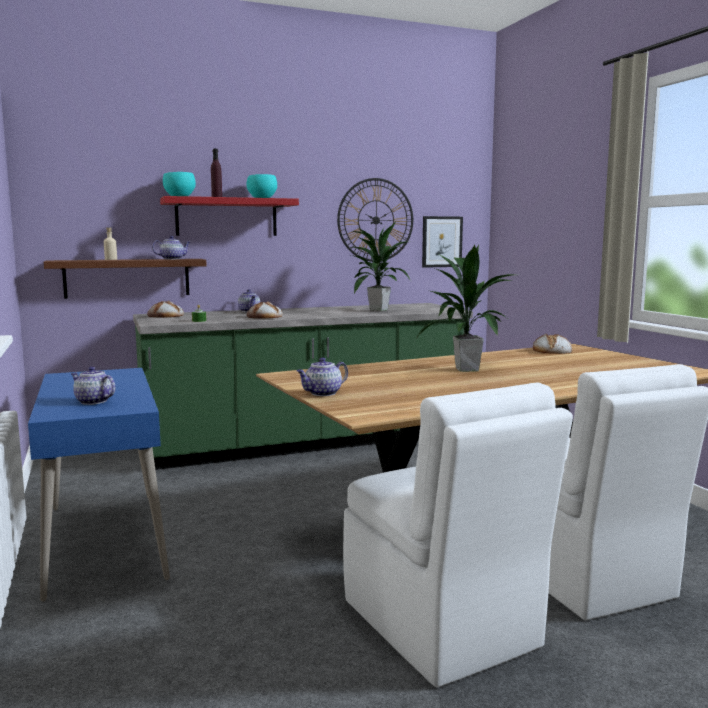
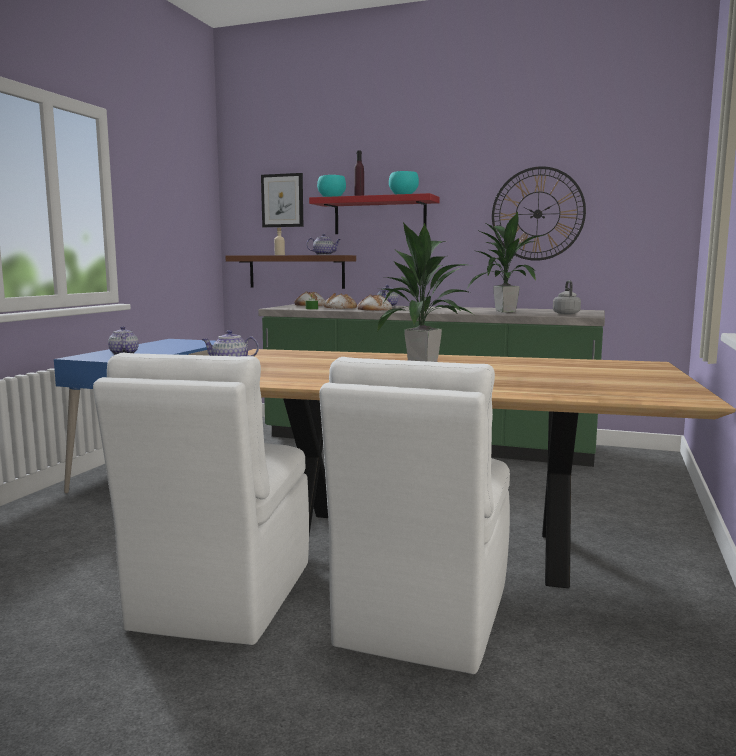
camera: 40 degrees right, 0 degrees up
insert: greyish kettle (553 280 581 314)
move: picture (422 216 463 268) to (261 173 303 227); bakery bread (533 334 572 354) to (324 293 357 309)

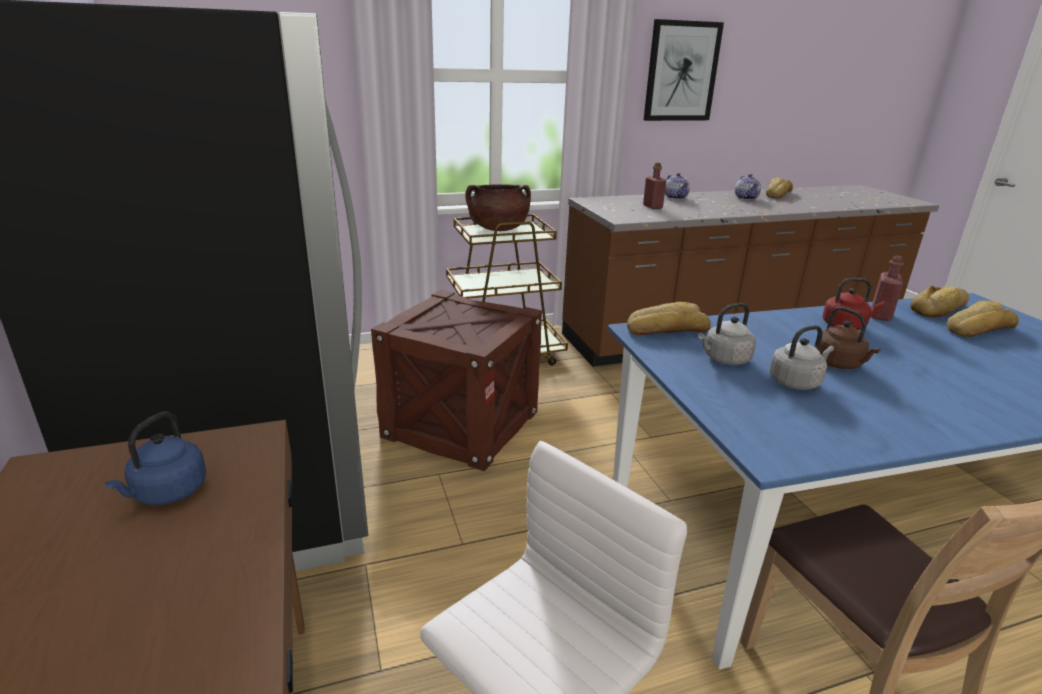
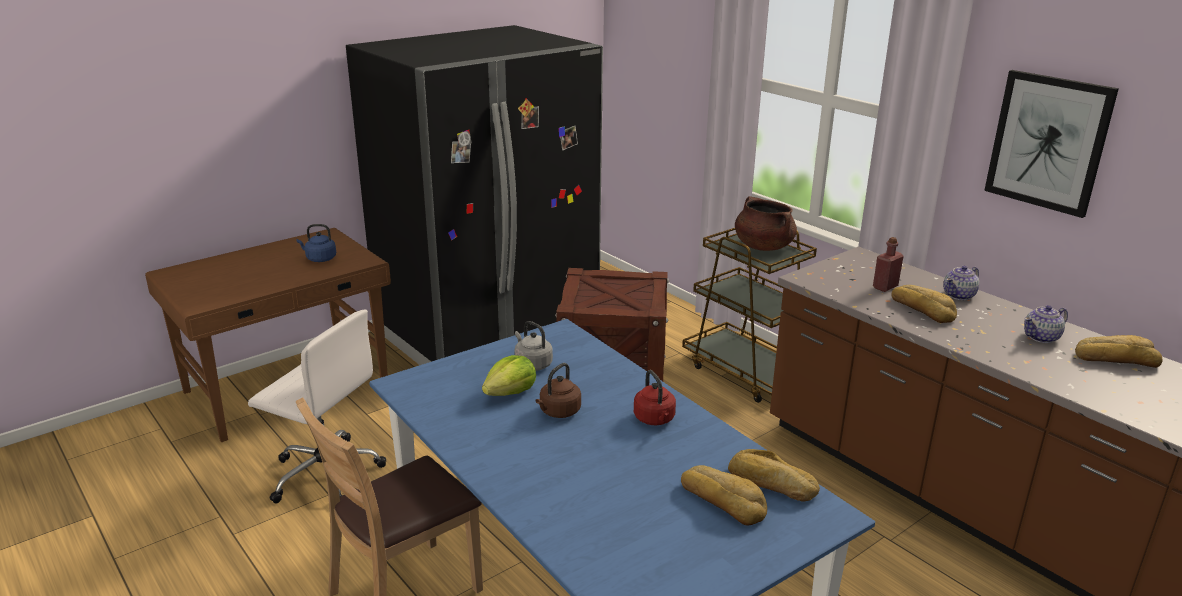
camera: 70 degrees right, 0 degrees up
delete: red-coloured drink bottle (871 255 904 321)
move: bakery bread (627 302 711 335) to (891 285 957 323)
replace: greyish kettle (769 325 834 390) to lettuce (482 355 536 396)

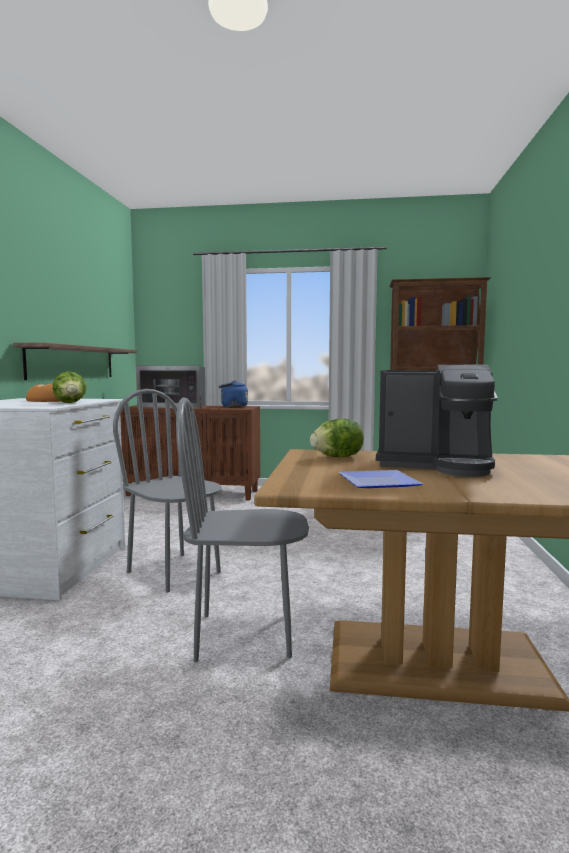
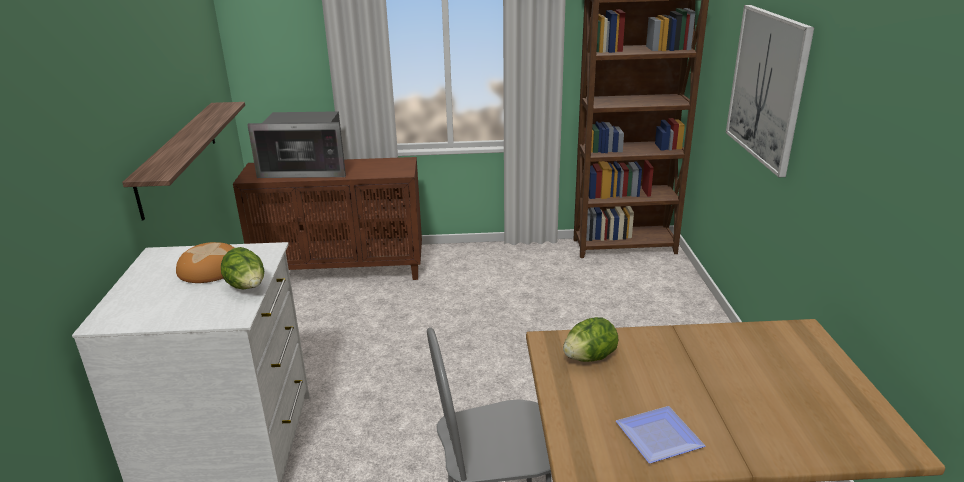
camera: 10 degrees left, 20 degrees up
delete: coffee machine (376 365 498 477); blue kettle (219 380 248 407); greyish chair (113 389 222 592)
insert: picture (726 5 814 177)

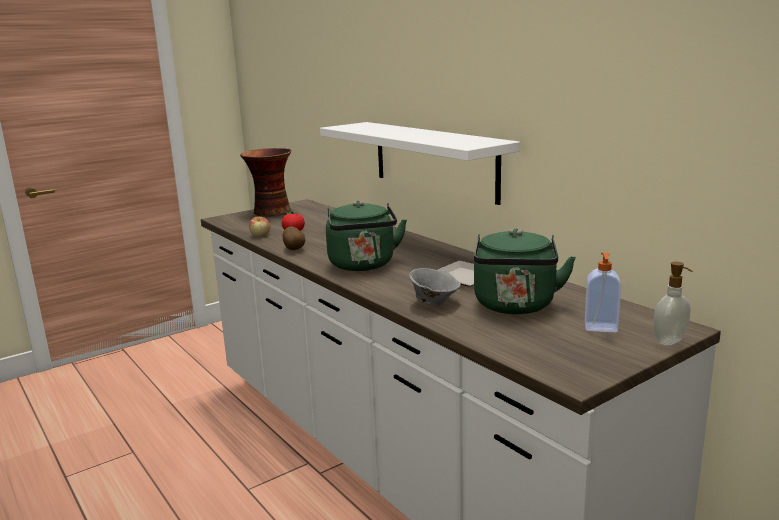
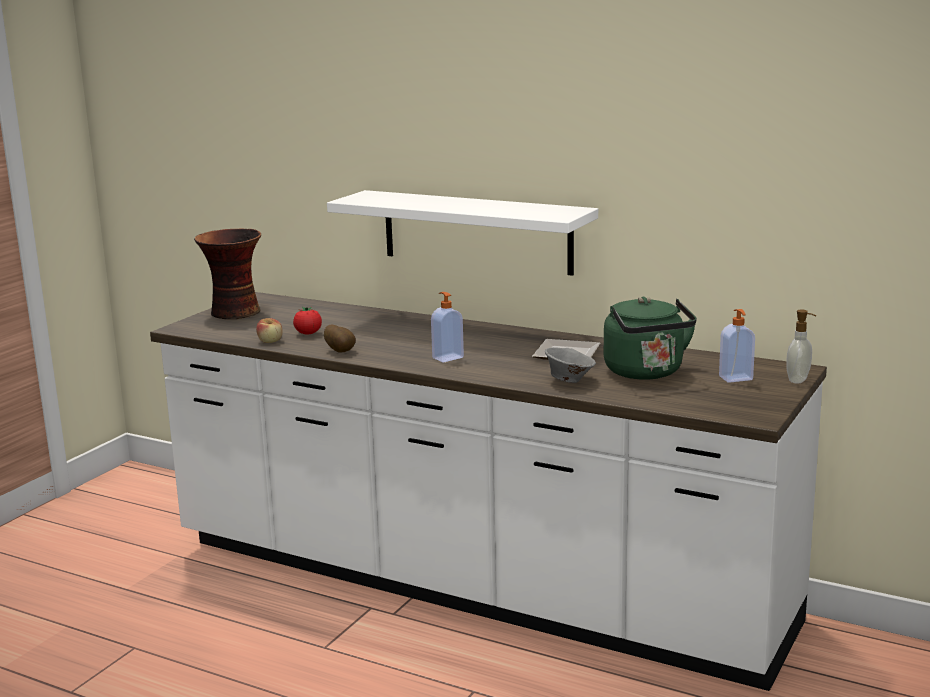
camera: 25 degrees left, 0 degrees up
replace: green kettle (326 201 407 271) to soap dispenser (431 292 464 363)

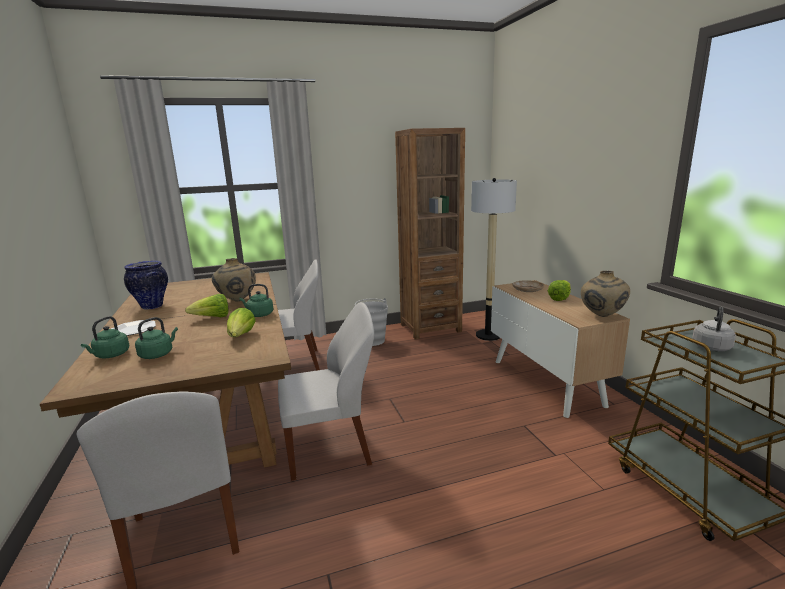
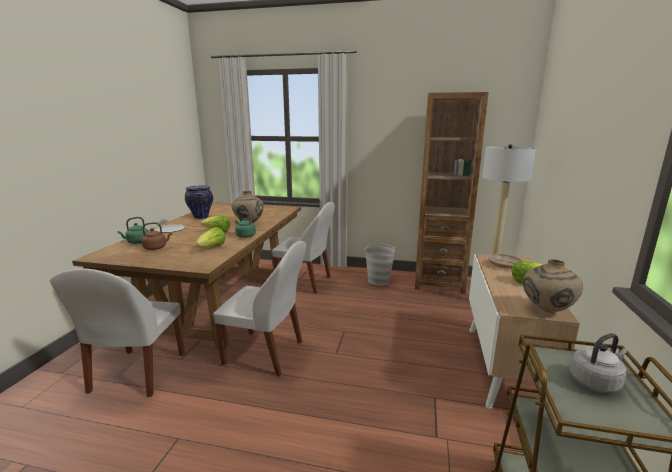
camera: 30 degrees right, 0 degrees up
recolor: green kettle (135 317 178 359) to brownish kettle (141 222 172 250)

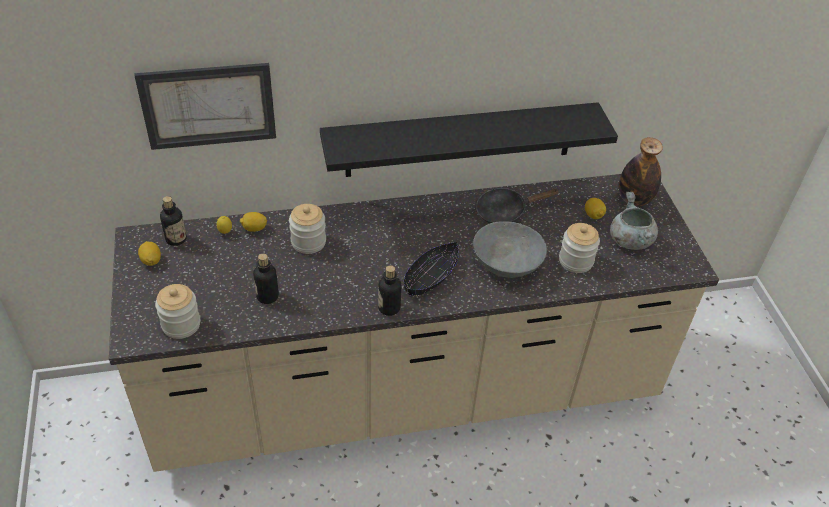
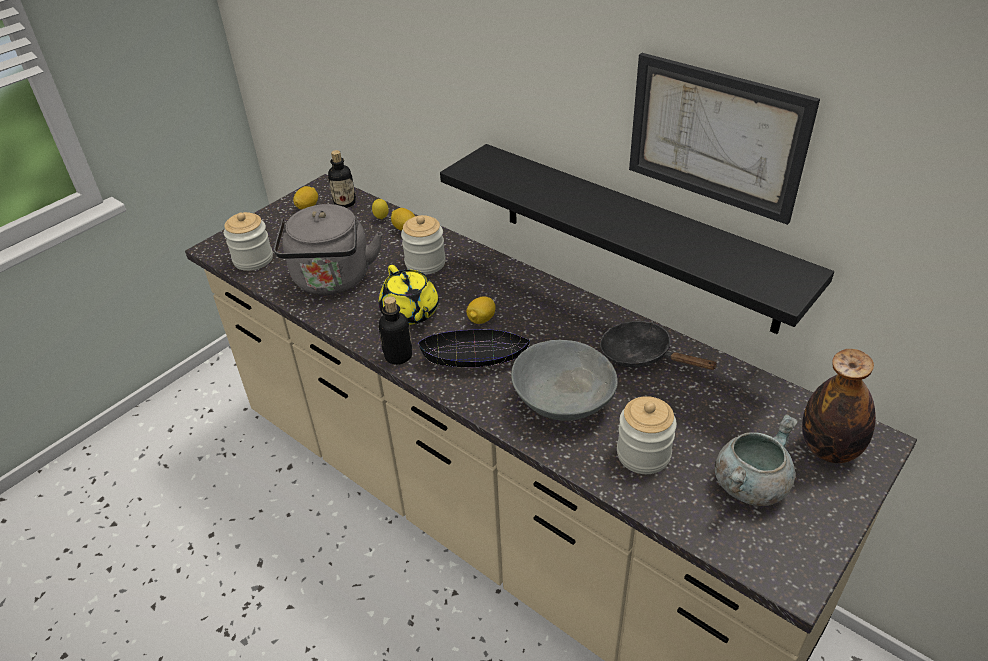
camera: 55 degrees right, 5 degrees down
insert: yellow pot for tea (379 265 439 325)
move: picture (134 63 276 150) to (629 53 820 225); citrus fruit (585 198 606 219) to (466 296 495 324)
replace: drink bottle (253 254 279 304) to greyish kettle (274 204 382 295)

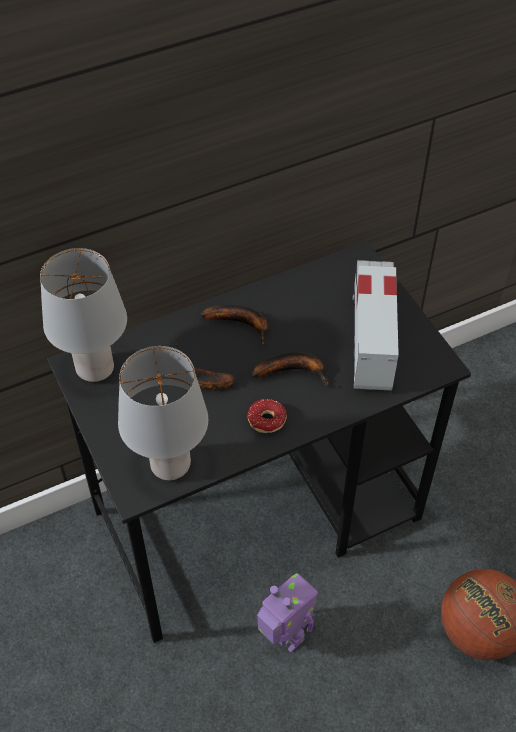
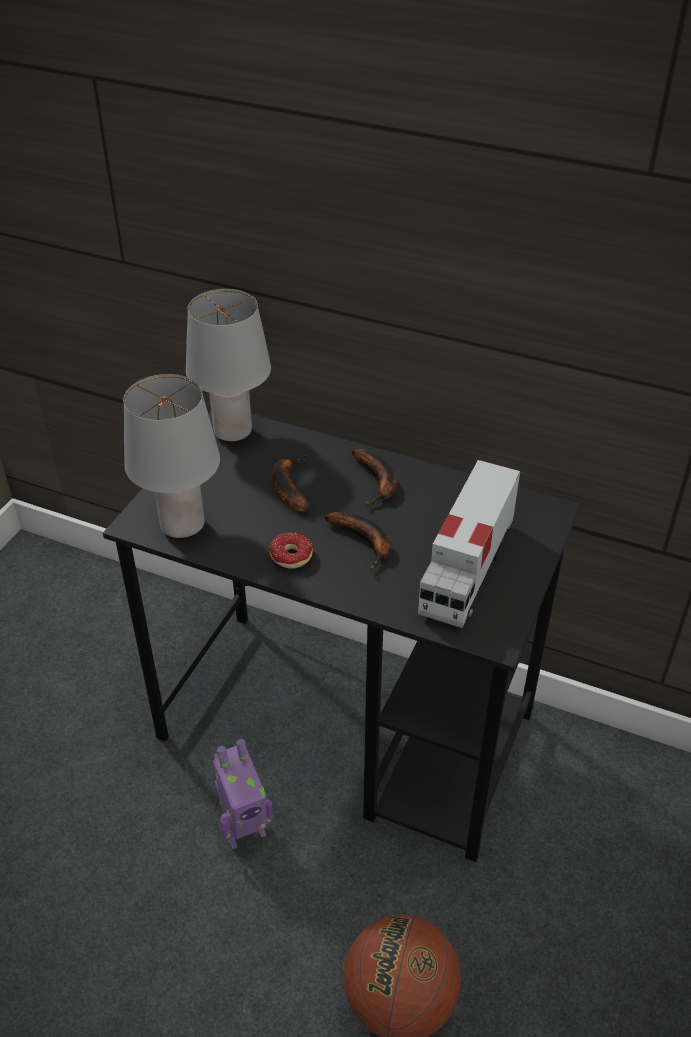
camera: 50 degrees right, 10 degrees down
rotate: toy lorry (353 260 399 391) = (418 460 520 628) 150 degrees clockwise; model robot (257 573 318 653) = (213 739 273 849) 60 degrees clockwise

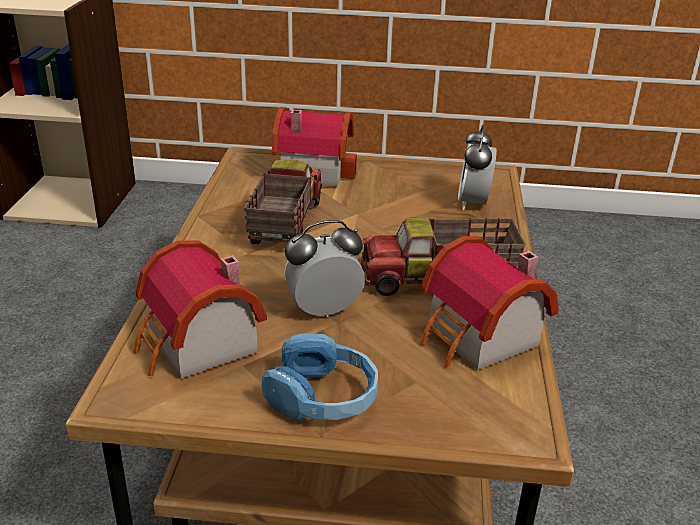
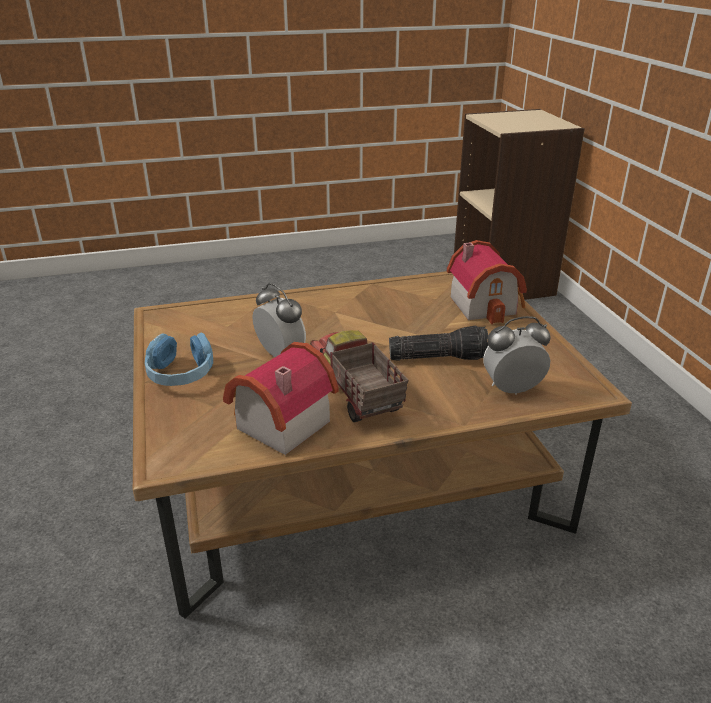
camera: 70 degrees right, 0 degrees up
delete: toy lorry (244 159 322 244); toy house (133 240 267 378)
insert: flashlight (389 326 488 361)

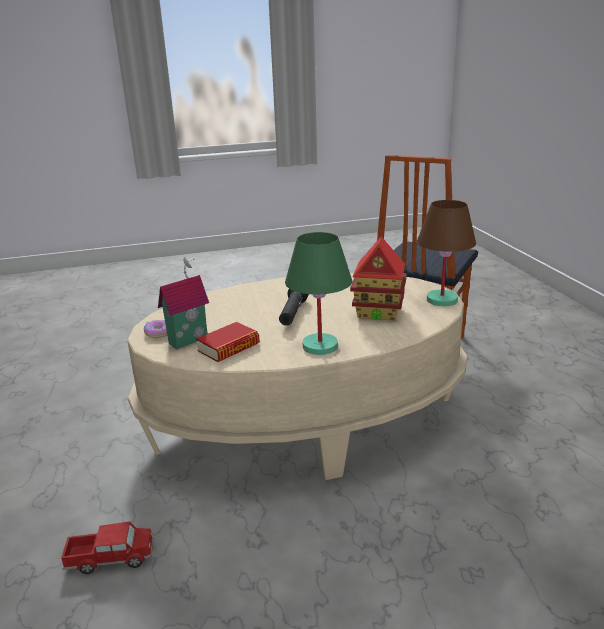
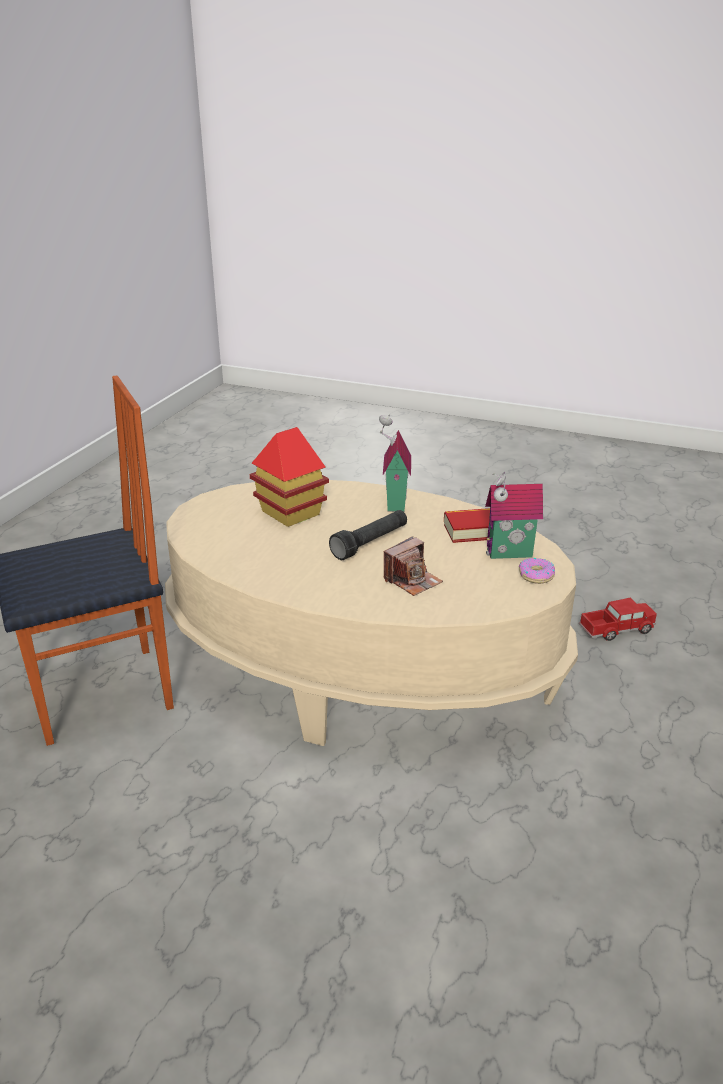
camera: 145 degrees left, 5 degrees up
delete: brownish tabletop lamp (417 200 476 306)
insert: photo camera (384 536 443 596)
replace: green tabletop lamp (285 232 352 355) to toy house (379 415 411 512)
rotate: toy lorry (61 521 154 574) = (579 597 657 641) 135 degrees clockwise

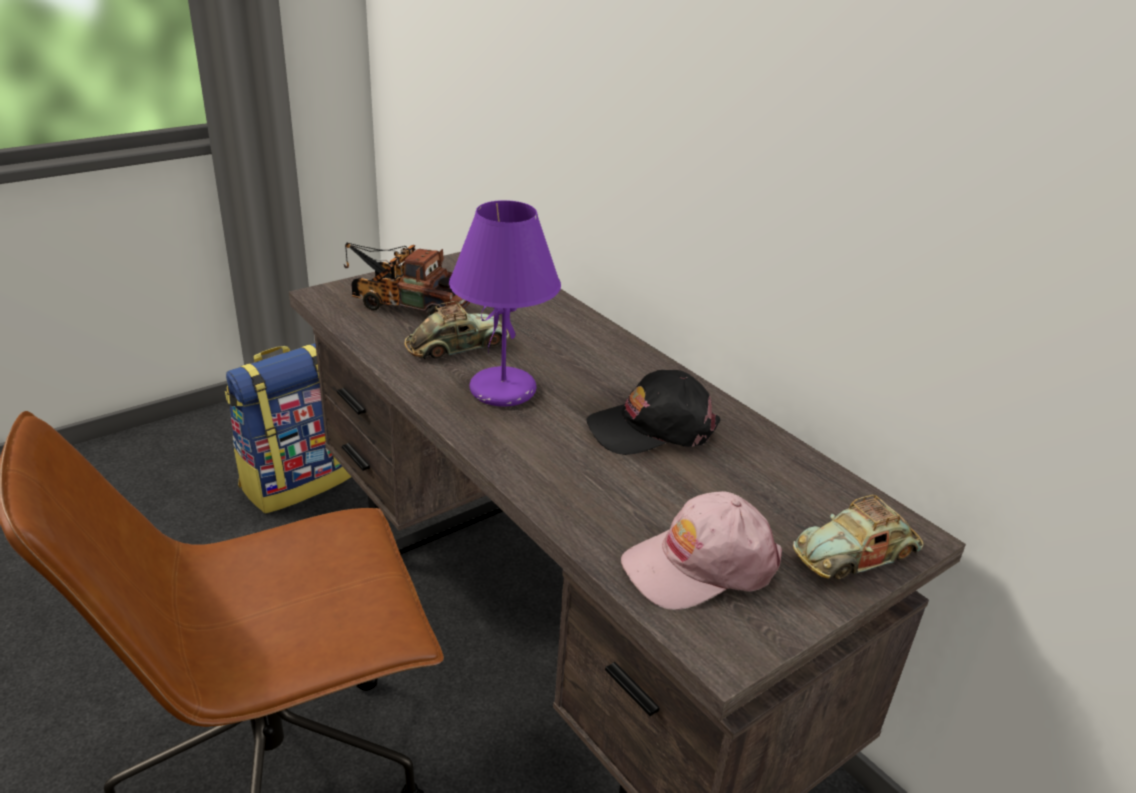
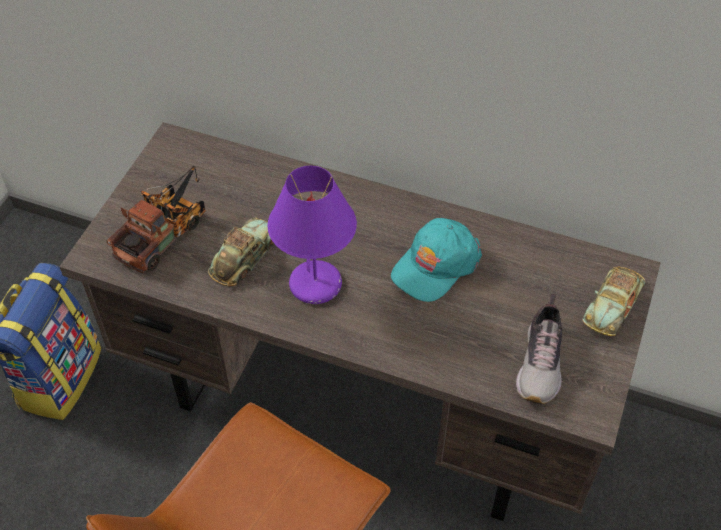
camera: 30 degrees left, 20 degrees up
replace: pink peaked cap (621 491 782 610) to low shoe (516 294 562 404)
recolor: blackish peaked cap (587 370 720 455) to blue-green peaked cap (391 218 482 302)
rotate: toy lorry (344 242 470 316) = (107 166 206 273) 135 degrees clockwise

